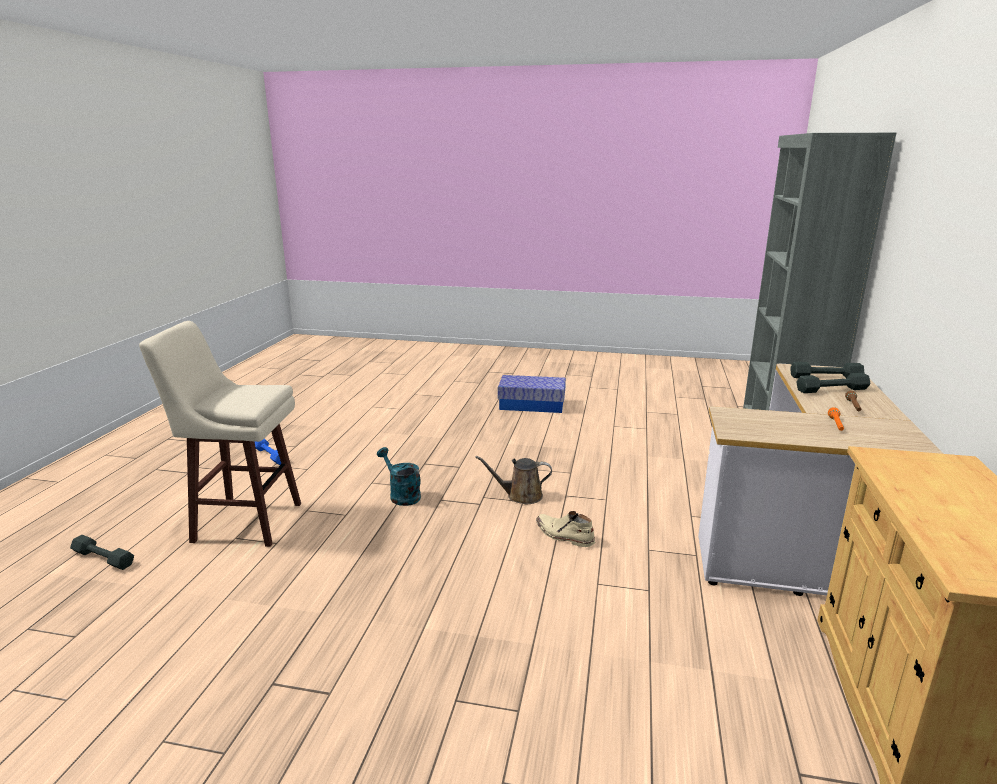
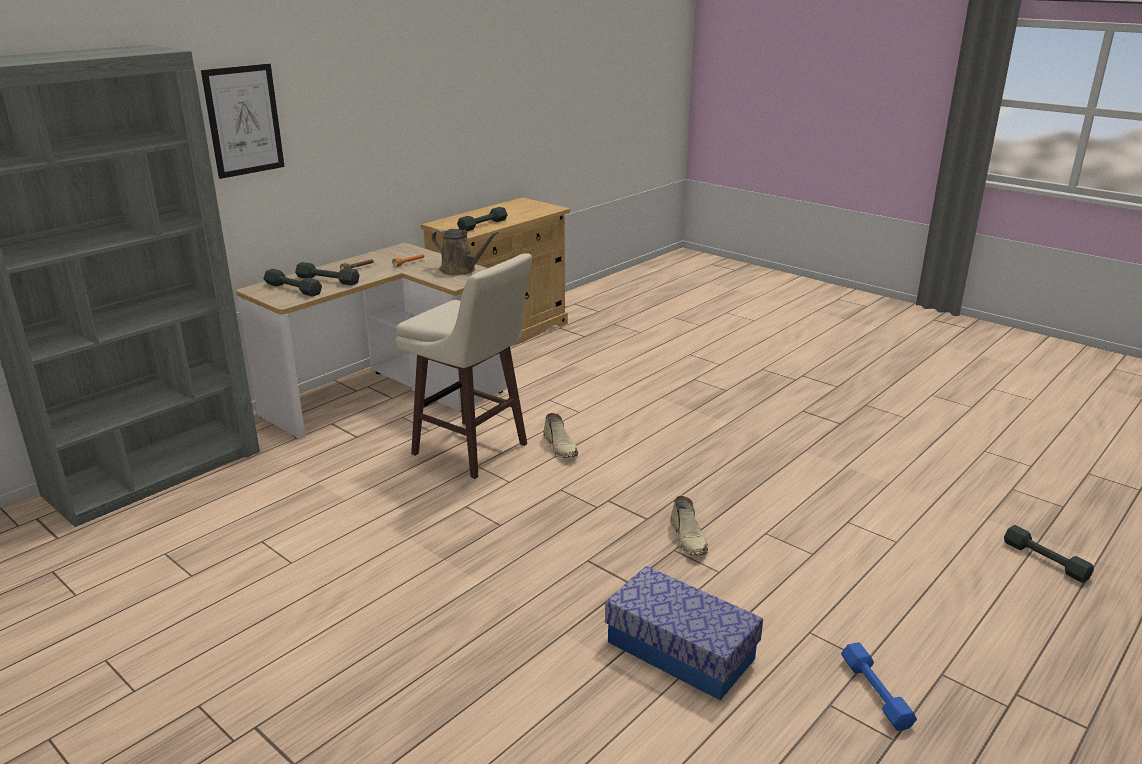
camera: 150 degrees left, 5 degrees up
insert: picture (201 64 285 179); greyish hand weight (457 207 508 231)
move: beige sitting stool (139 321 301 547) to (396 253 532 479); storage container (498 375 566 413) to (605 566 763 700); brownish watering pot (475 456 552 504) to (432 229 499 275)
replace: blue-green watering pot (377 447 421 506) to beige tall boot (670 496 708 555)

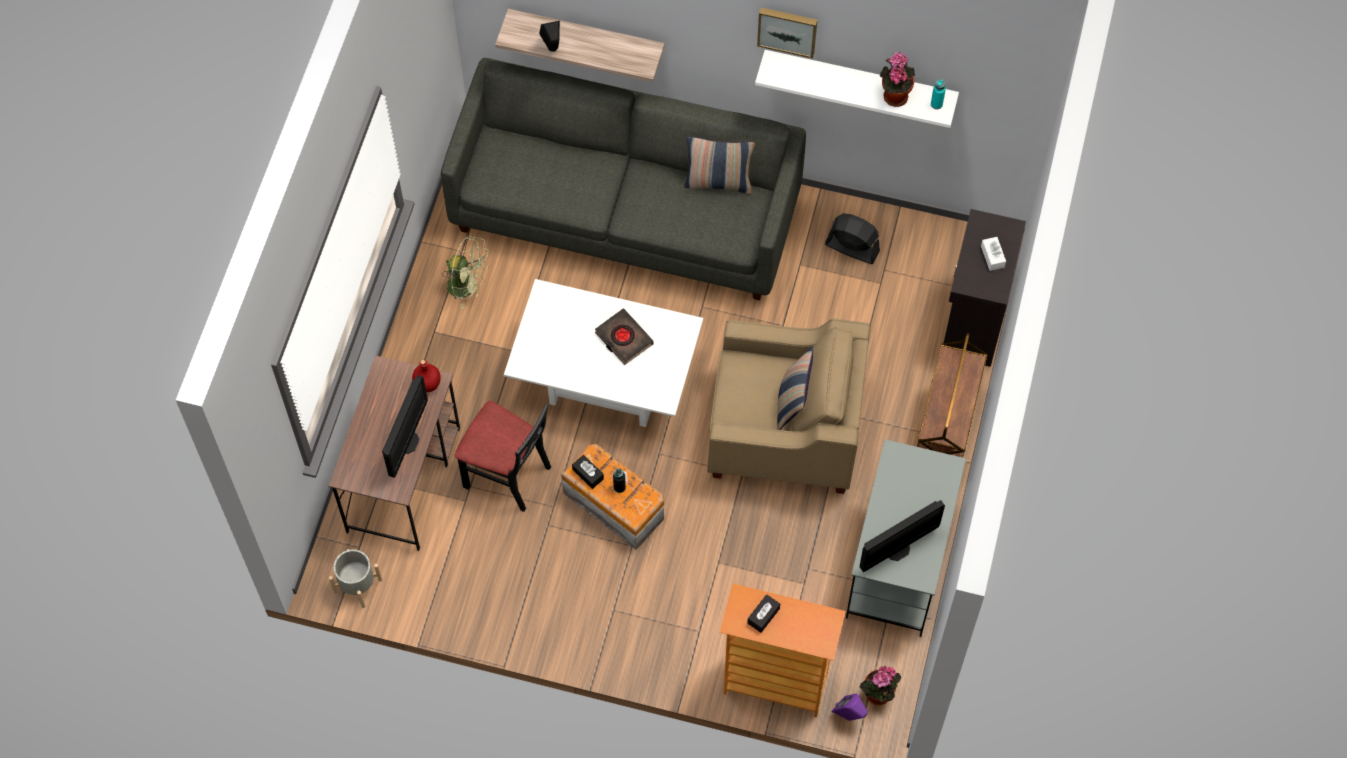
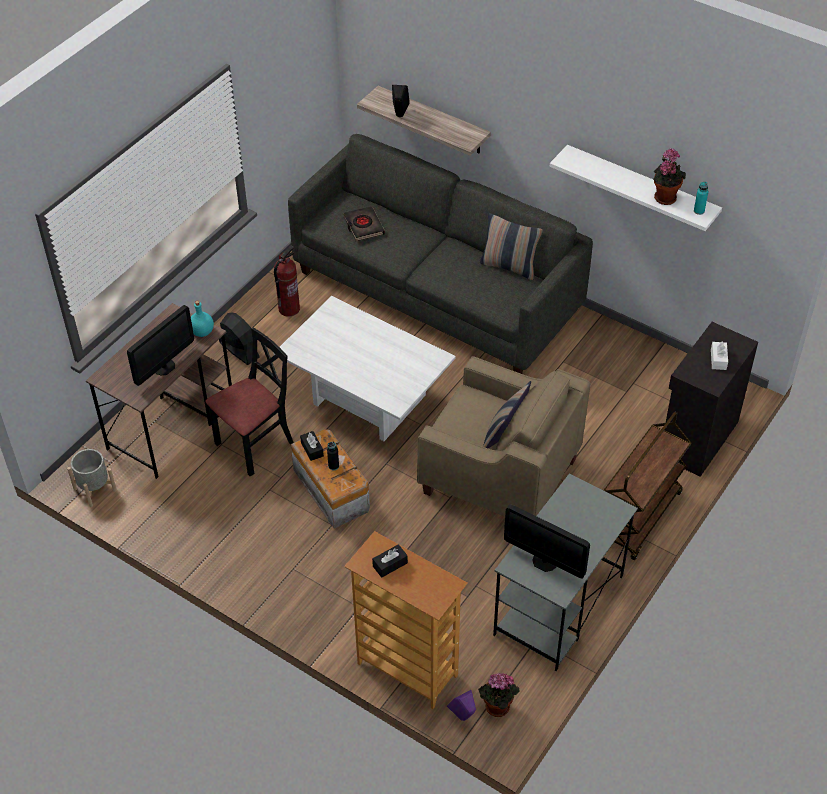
camera: 20 degrees right, 15 degrees down
delete: picture (757 8 817 58)
move: blackish electric fan (825 213 880 264) to (219 313 260 365); blackish volume (595 308 654 365) to (343 206 385 241)
replace: green electric fan (442 236 489 309) to fire-fighting cylinder (274 245 300 317)
recolor: red-coloured drink bottle (412 360 441 392) to blue-green drink bottle (191 300 214 337)
rotate: blackish chair (454 401 551 512) = (205 327 294 477) 90 degrees counterclockwise; computer display (860 500 945 572) = (504 504 590 578) 45 degrees clockwise

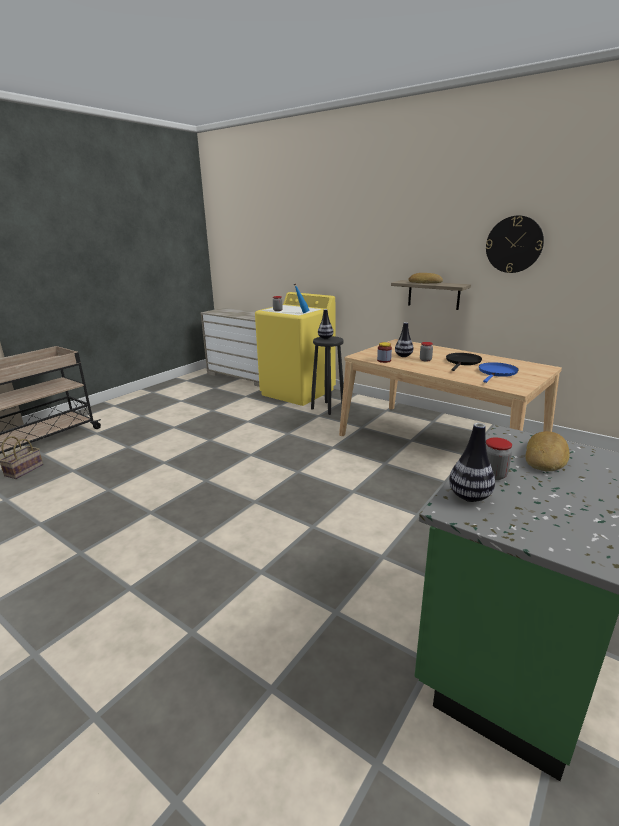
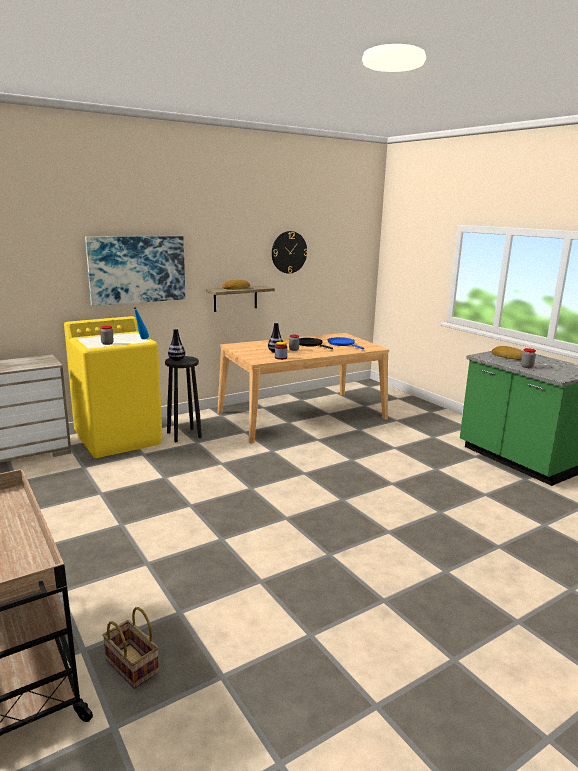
camera: 70 degrees left, 5 degrees down
delete: flower vase (449 423 495 502)
insert: picture (85 236 185 306)

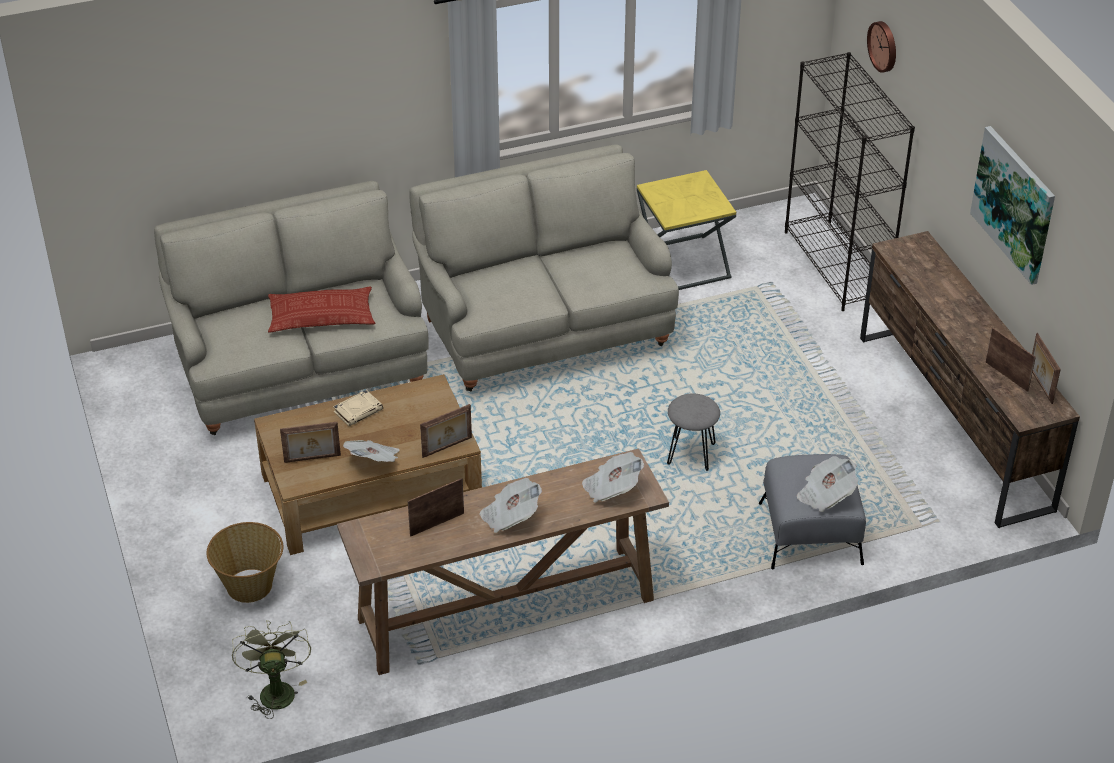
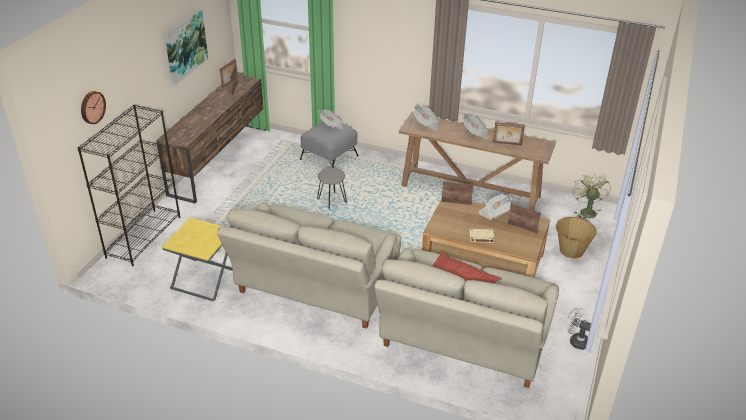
camera: 140 degrees left, 5 degrees down
insert: white electric fan (567 309 591 350)
rotate: green electric fan (232 620 311 719) = (573 173 611 220) 150 degrees clockwise

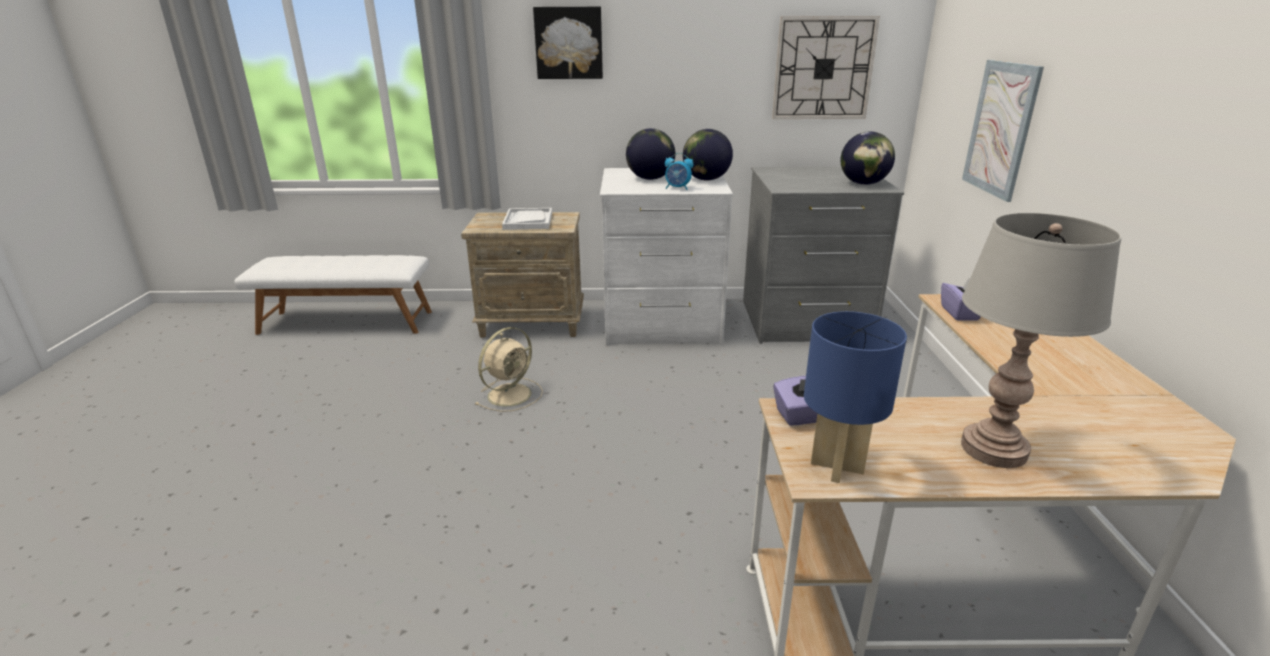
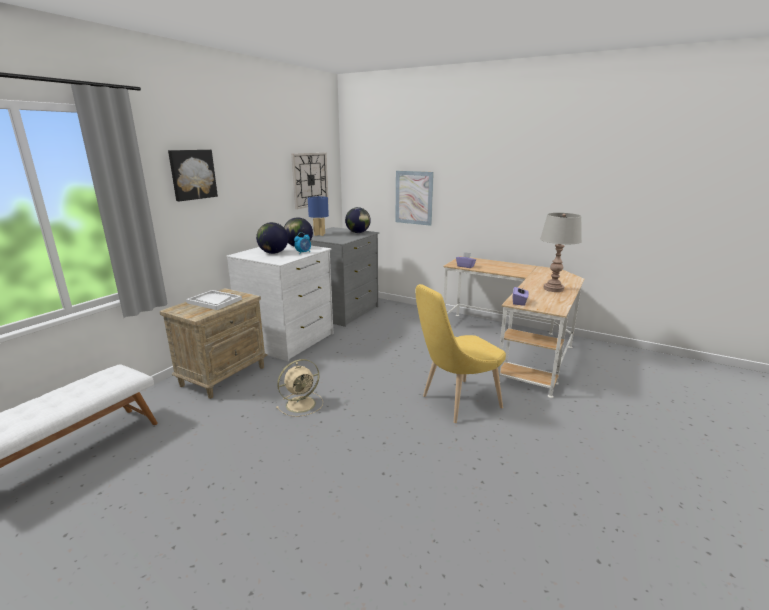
camera: 60 degrees left, 5 degrees down
insert: yellow chair (415 284 506 423)
move: blue tabletop lamp (804 311 907 483) to (308 196 329 236)
rotate: beige electric fan (475 327 543 412) = (276 359 323 417) 75 degrees clockwise

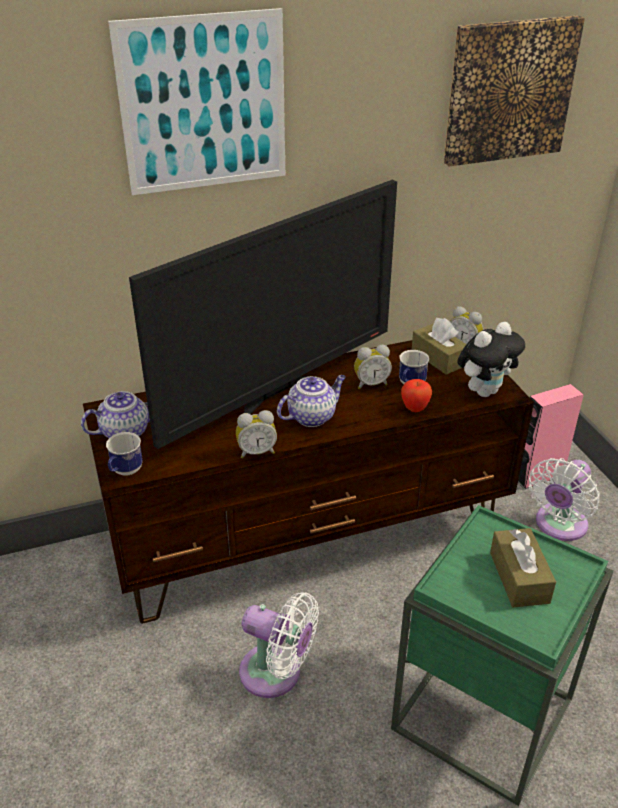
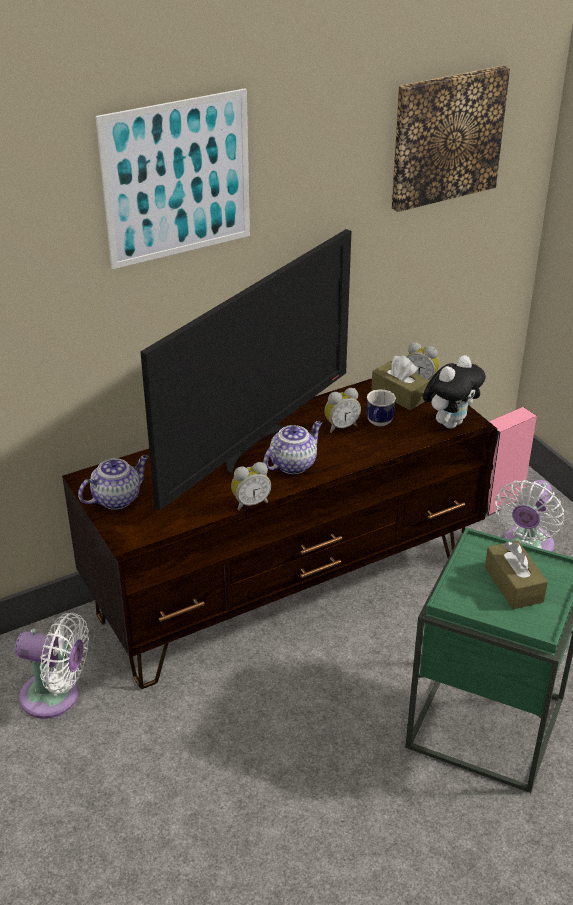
camera: 10 degrees left, 0 degrees up
delete: apple (401 379 432 412); tea mug (106 432 143 475)
move: white electric fan (239 592 319 698) to (15 613 89 719)

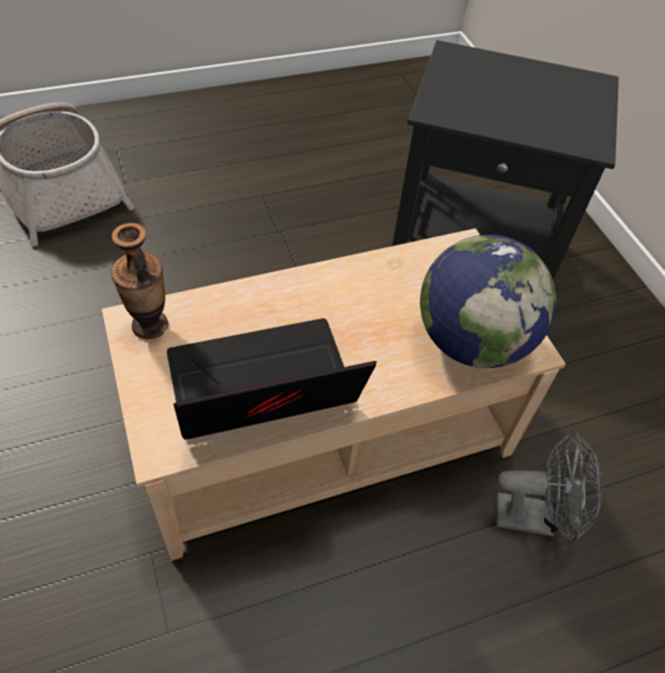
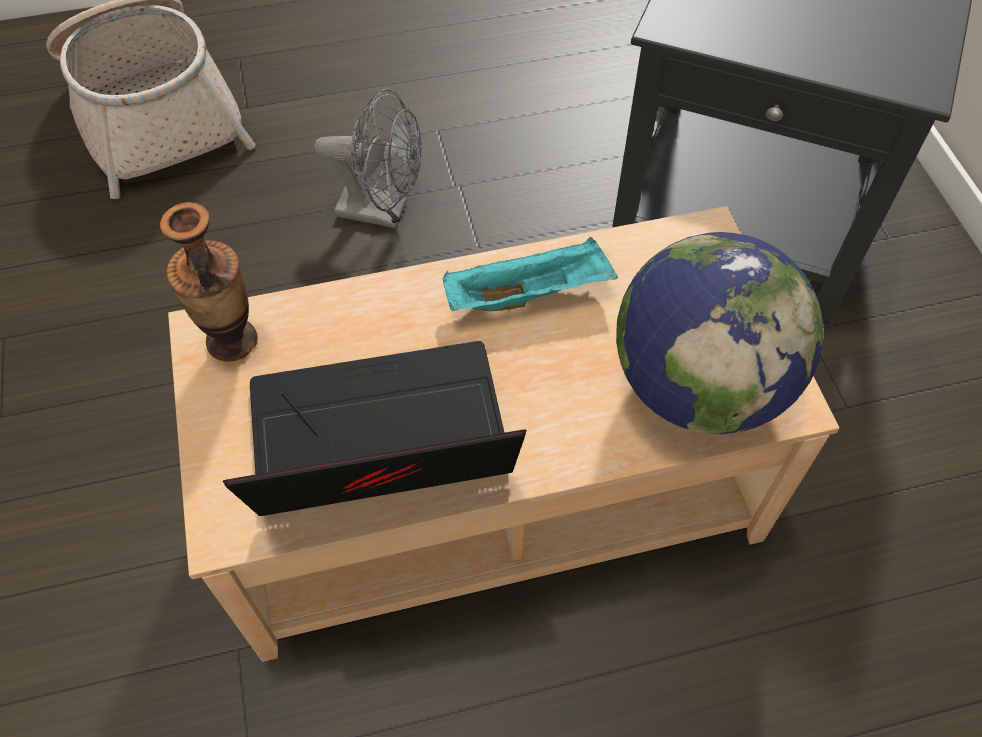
camera: 10 degrees right, 5 degrees up
insert: blue-green serving tray (443 237 618 311)
move: greyish electric fan (496 431 602 543) to (314 89 421 228)

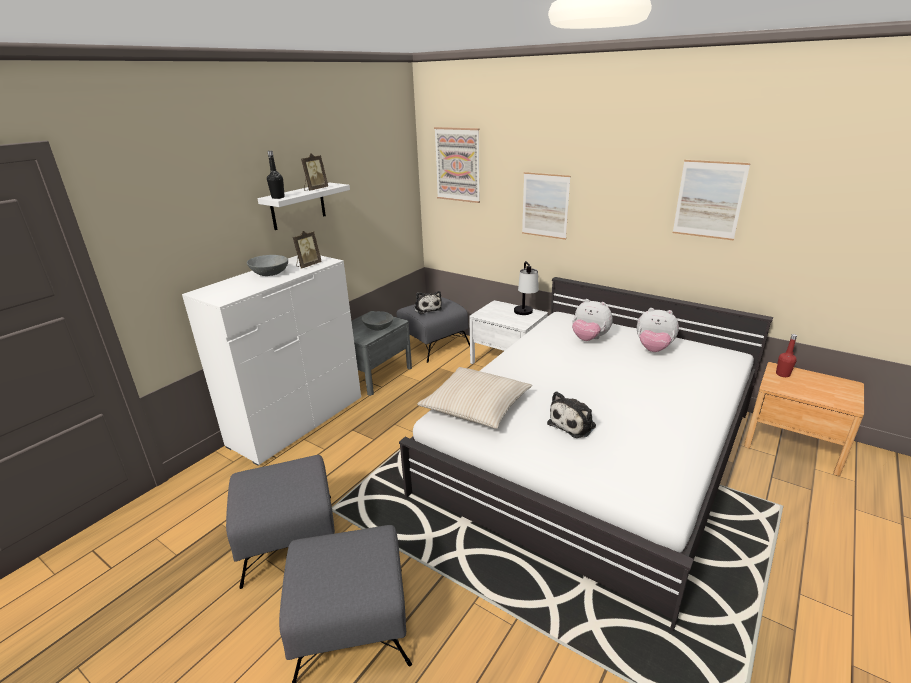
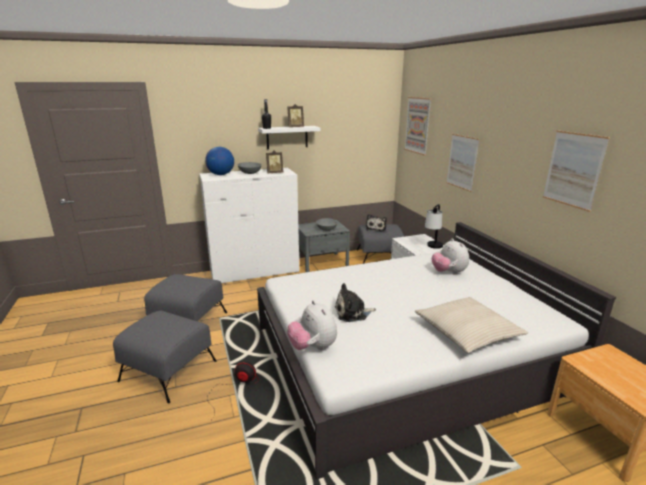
camera: 35 degrees right, 5 degrees down
delete: red-coloured drink bottle (776 334 797 377)
insert: world globe (205 147 234 175); electric fan (207 361 259 419)
move: cuddly toy (637 308 679 352) to (287 300 337 350); beige pillow (417 367 532 429) to (415 297 528 353)

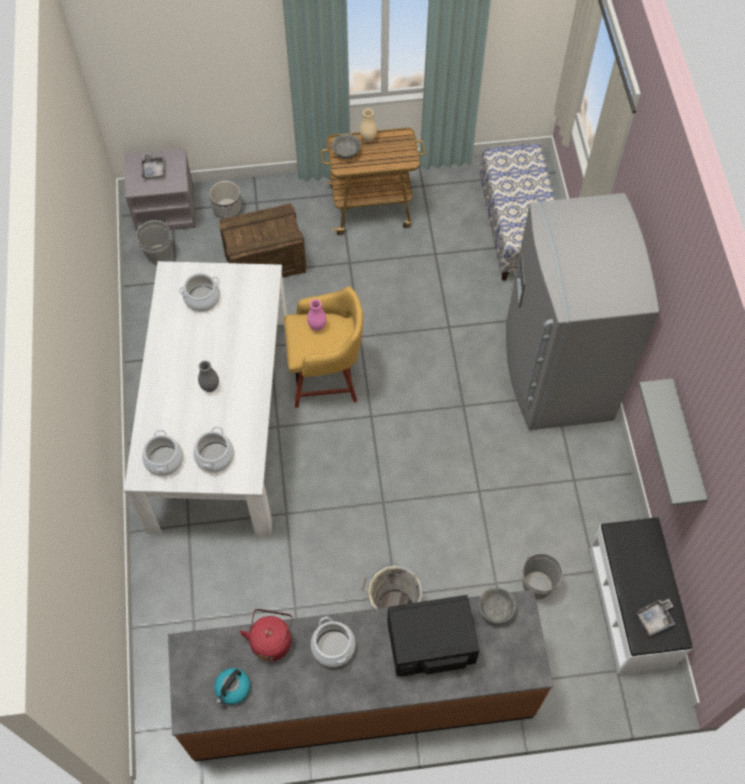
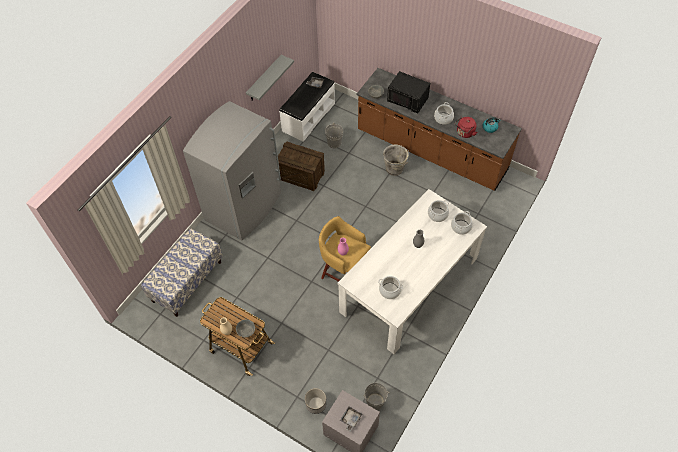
camera: 140 degrees left, 5 degrees down
move: shipping crate (219 203 306 278) to (278 141 325 191)

